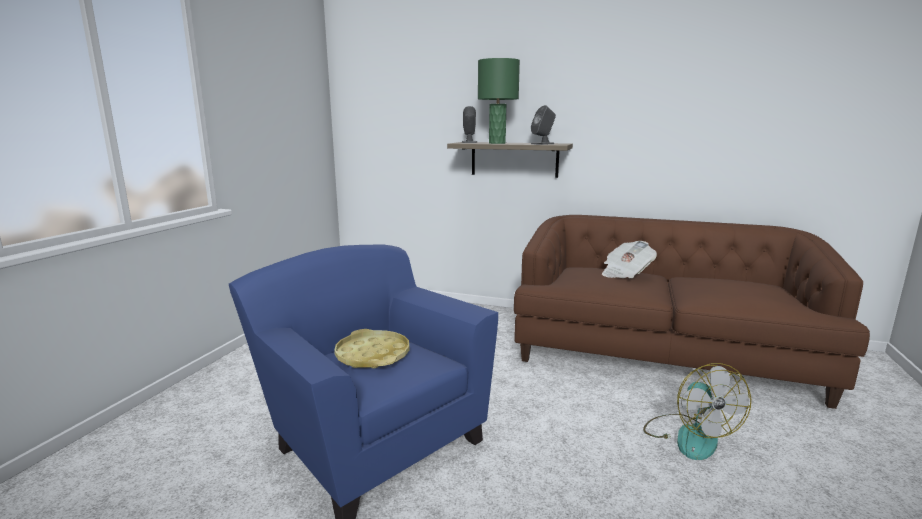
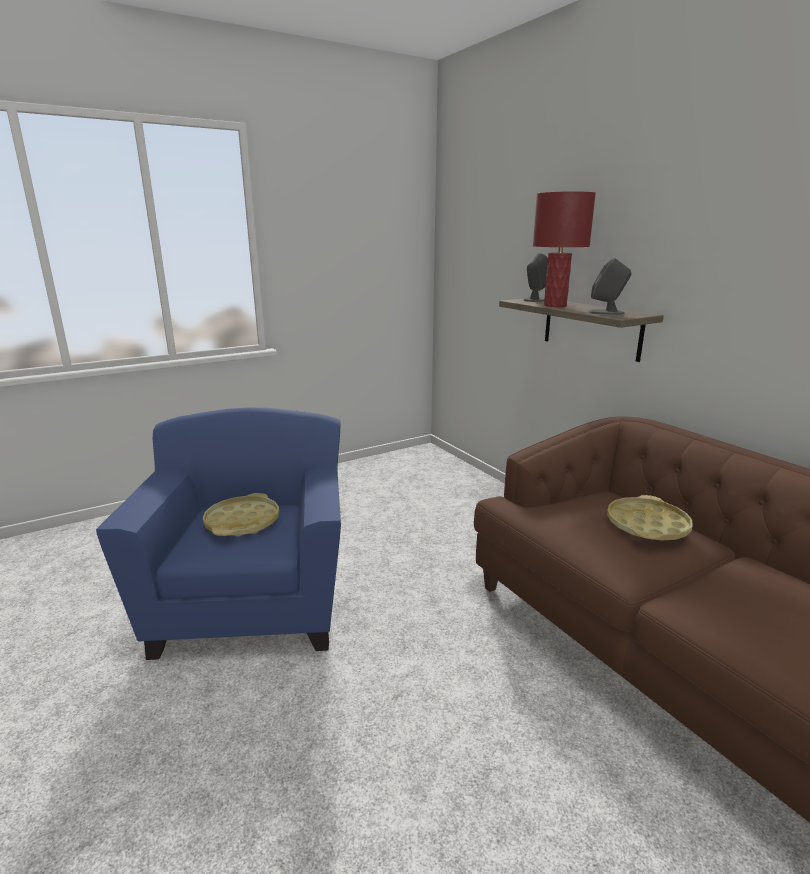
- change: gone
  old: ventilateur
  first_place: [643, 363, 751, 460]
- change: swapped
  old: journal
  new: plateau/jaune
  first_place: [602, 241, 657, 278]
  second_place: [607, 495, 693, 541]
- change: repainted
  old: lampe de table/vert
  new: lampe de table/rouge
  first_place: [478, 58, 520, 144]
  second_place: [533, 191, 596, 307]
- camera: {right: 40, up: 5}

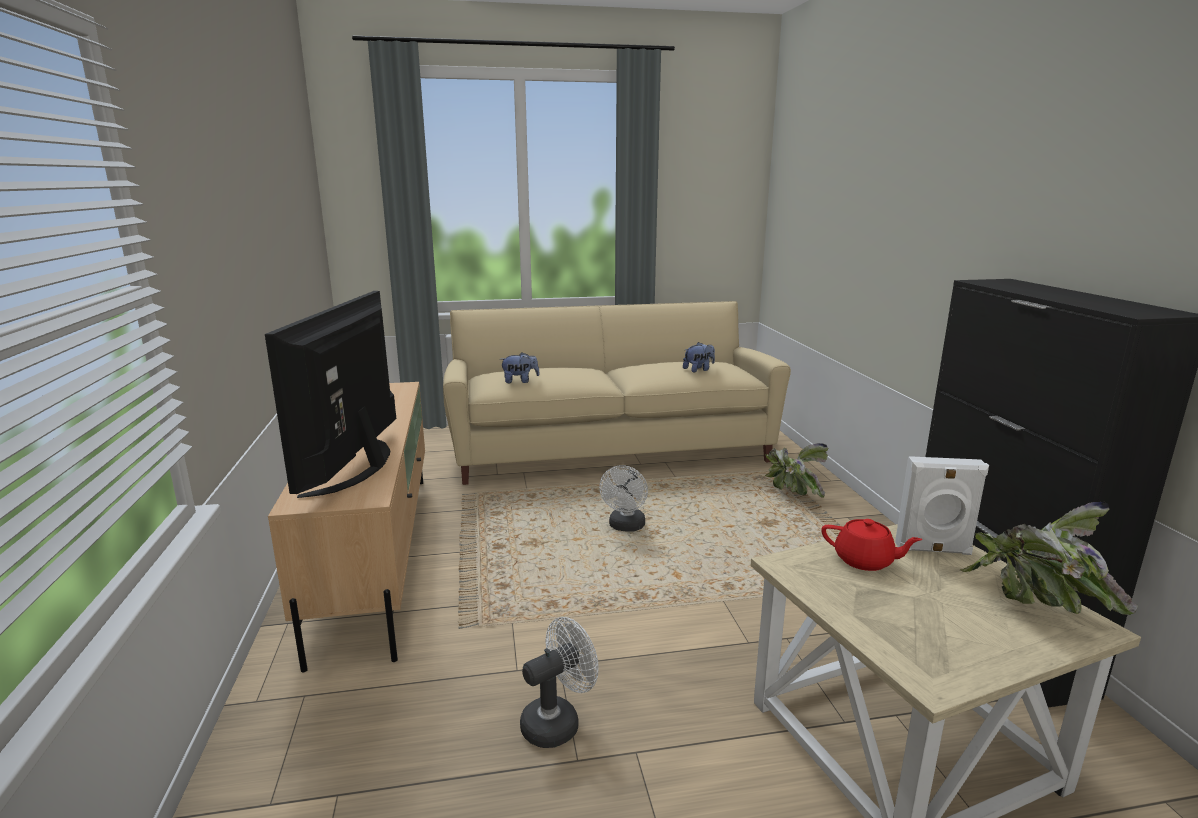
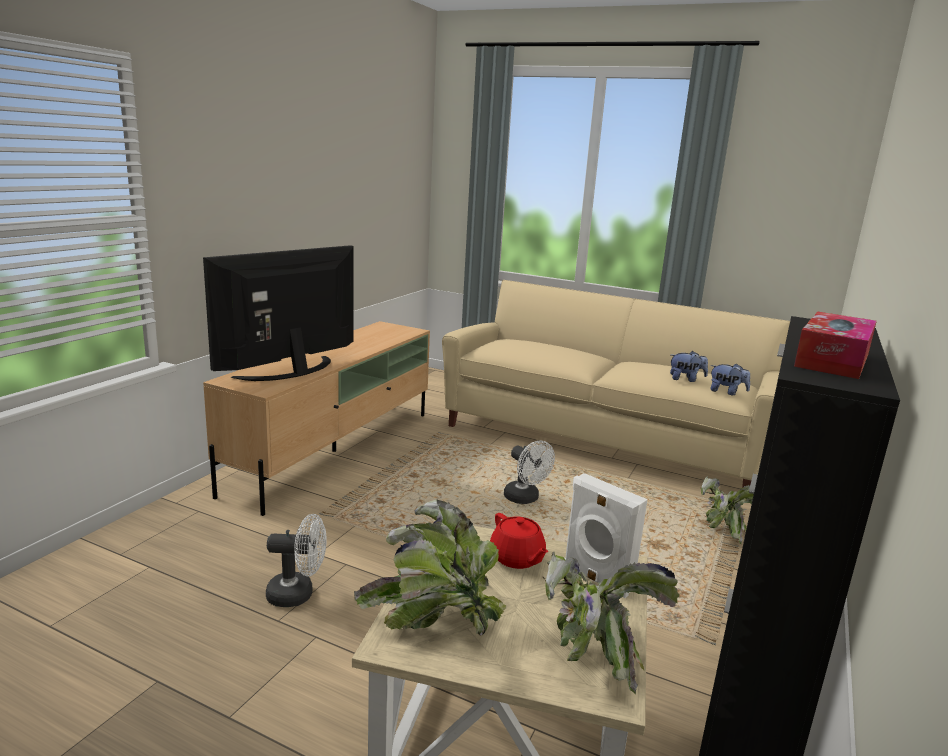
- change: new
  new: plante en pot
  second_place: [354, 499, 506, 635]
- change: new
  new: boîte à mouchoirs
  second_place: [794, 312, 877, 379]
- change: shifted
  old: peluche
  first_place: [500, 352, 540, 383]
  second_place: [710, 363, 750, 395]
- change: rotated
  old: ventilateur/blanc
  first_place: [599, 465, 648, 531]
  second_place: [504, 440, 555, 504]
  degrees: -90
- camera: {right: 35, up: 0}

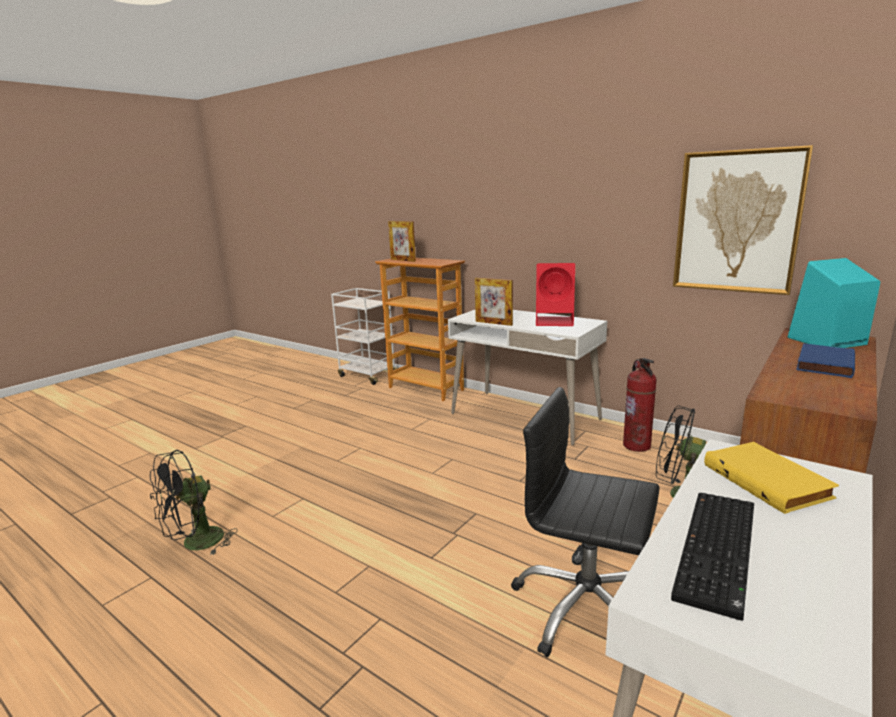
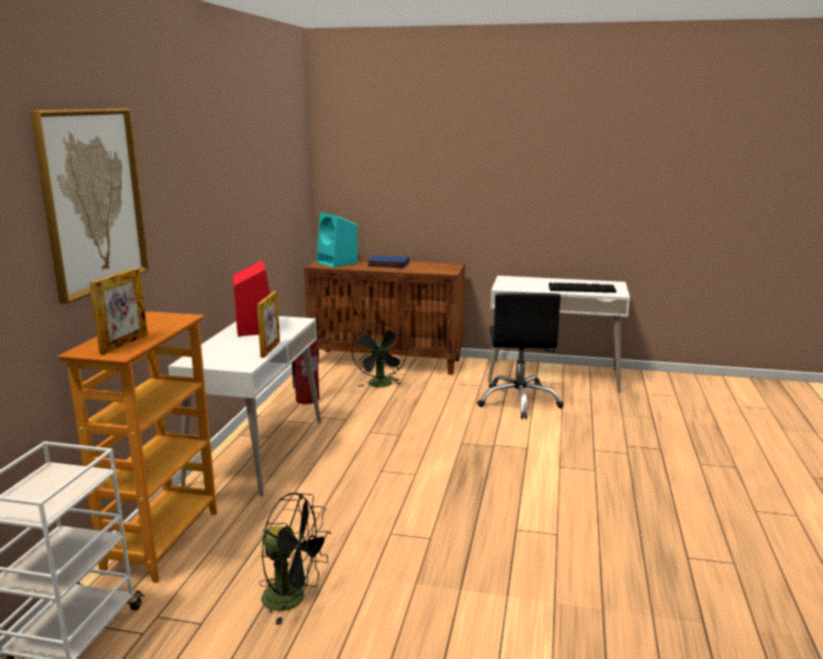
- change: gone
  old: livre/jaune
  first_place: [704, 442, 839, 514]
- change: shifted
  old: ventilateur/noir
  first_place: [150, 450, 237, 555]
  second_place: [259, 493, 331, 625]
- change: shifted
  old: tableau
  first_place: [673, 145, 813, 295]
  second_place: [30, 108, 149, 304]
- camera: {right: -115, up: 0}

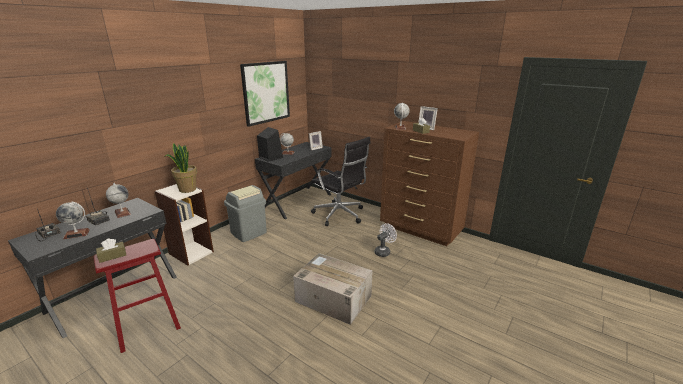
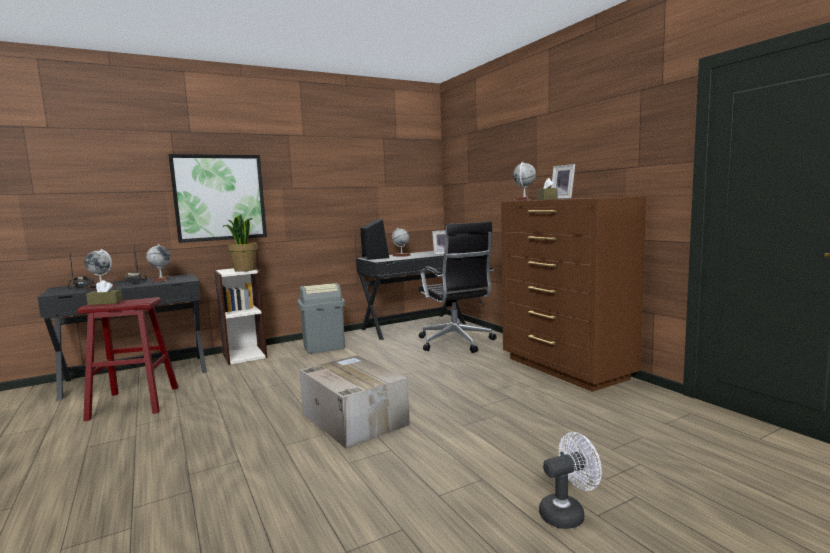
- change: shifted
  old: tableau
  first_place: [240, 61, 290, 127]
  second_place: [168, 154, 267, 243]
- change: shifted
  old: ventilateur/blanc
  first_place: [375, 223, 397, 257]
  second_place: [539, 432, 602, 529]
- camera: {right: 25, up: -15}

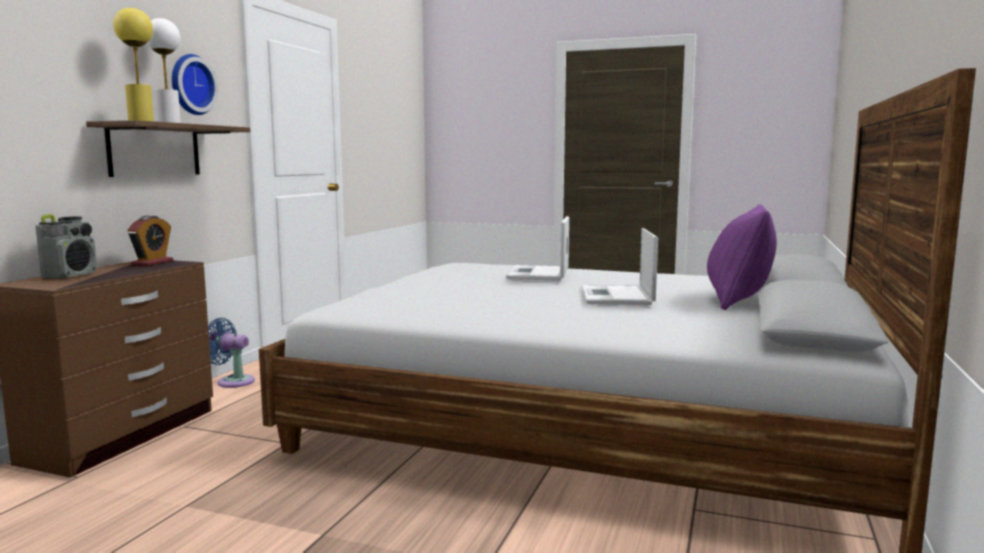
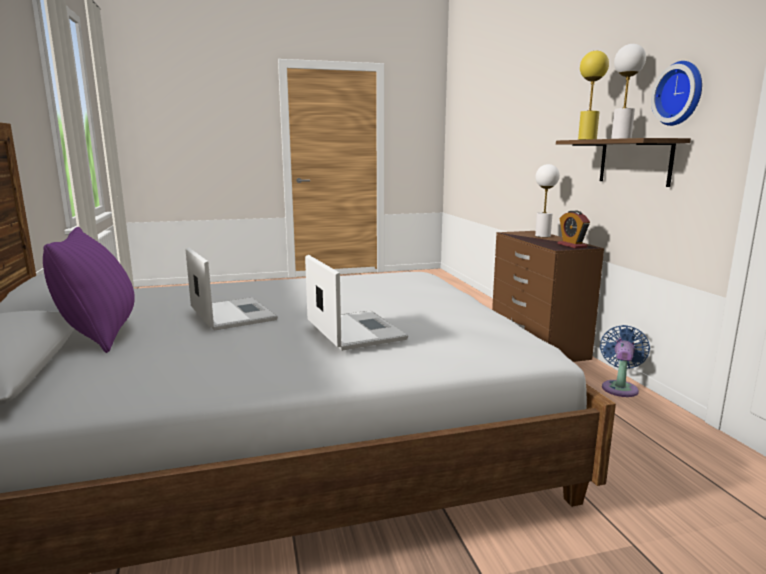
- change: swapped
  old: radio
  new: lampe de table/blanc
  first_place: [35, 214, 97, 279]
  second_place: [535, 164, 560, 237]
- change: rotated
  old: ventilateur/bleu
  first_place: [208, 318, 255, 388]
  second_place: [600, 325, 650, 397]
  degrees: -45
- camera: {right: 145, up: 5}

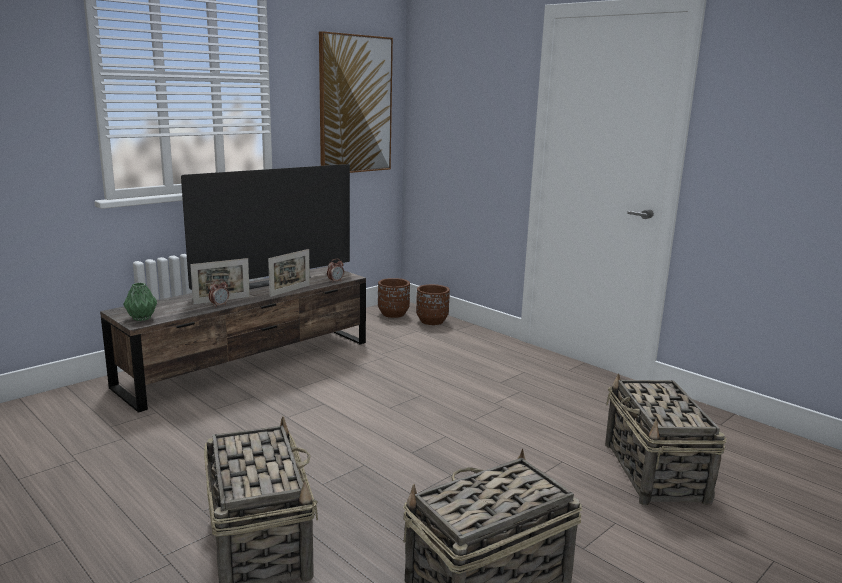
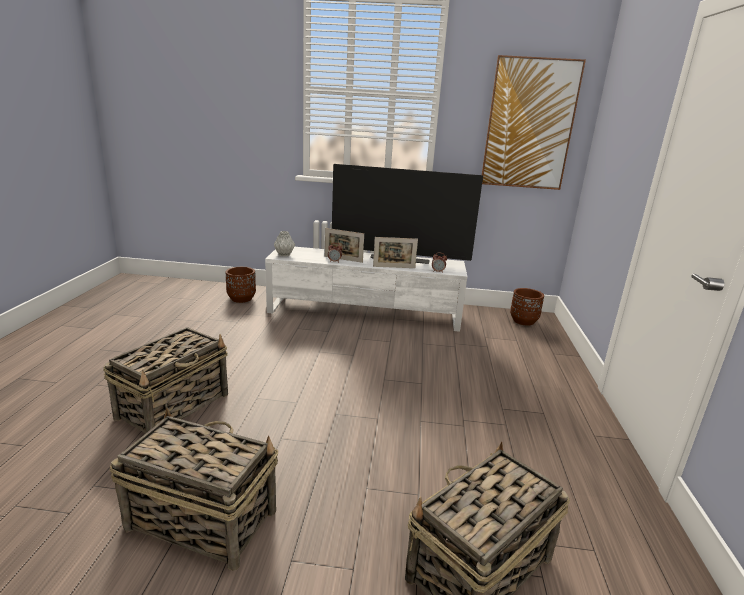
- change: shifted
  old: cache-pot/marron
  first_place: [416, 284, 450, 325]
  second_place: [226, 267, 256, 303]
- change: repainted
  old: meuble télé/marron
  new: meuble télé/blanc
  first_place: [100, 266, 366, 413]
  second_place: [265, 247, 467, 332]
- change: repainted
  old: vase/vert
  new: vase/gris
  first_place: [123, 283, 157, 321]
  second_place: [274, 231, 295, 256]
- camera: {right: 50, up: 5}

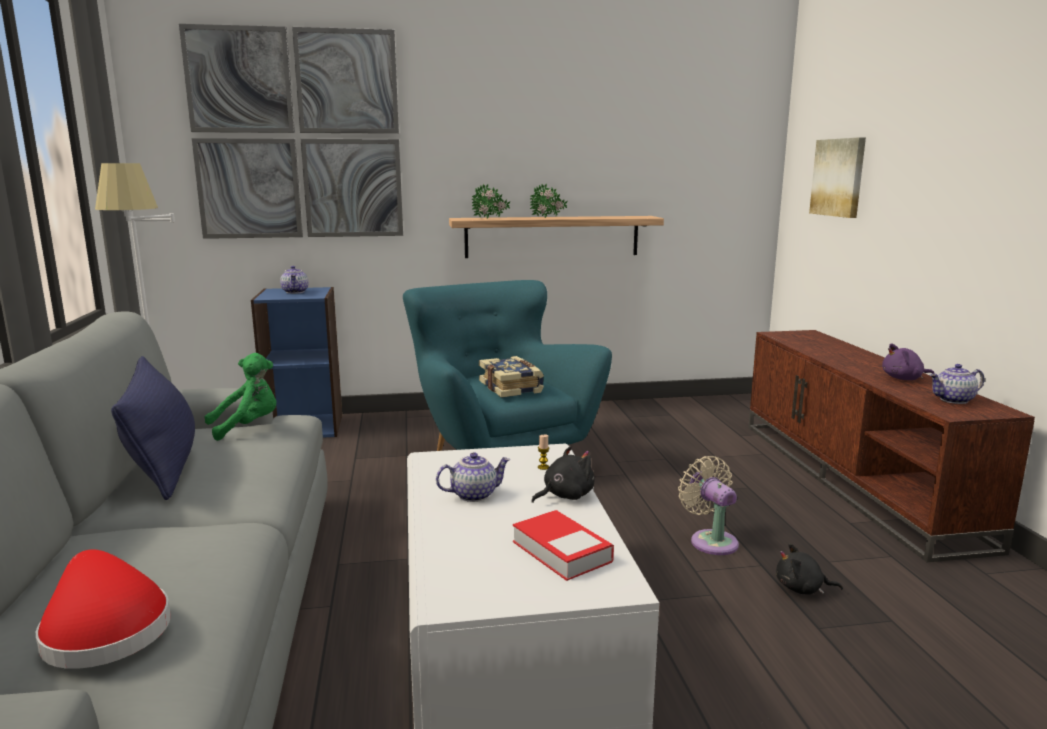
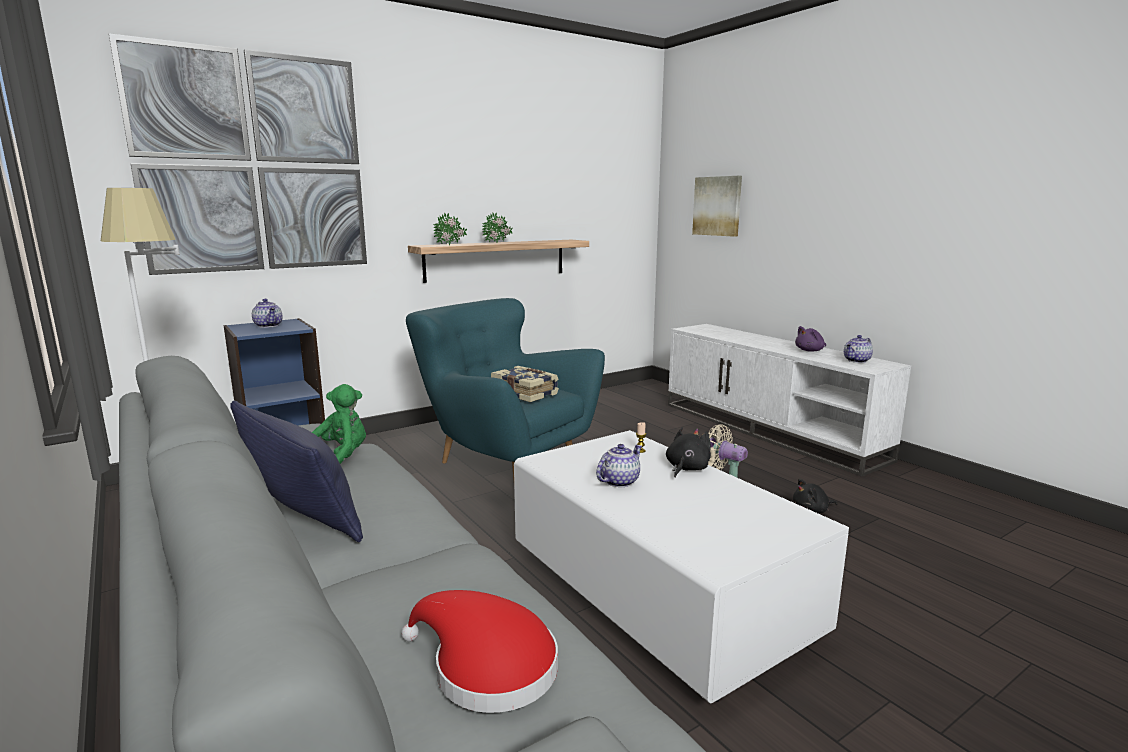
- change: gone
  old: livre
  first_place: [513, 510, 614, 581]
- change: repainted
  old: meuble télé/marron
  new: meuble télé/blanc
  first_place: [748, 330, 1035, 562]
  second_place: [668, 324, 911, 477]
- camera: {right: -25, up: 0}

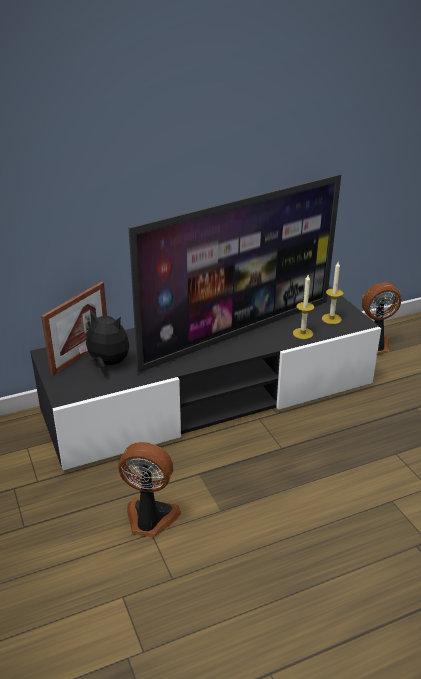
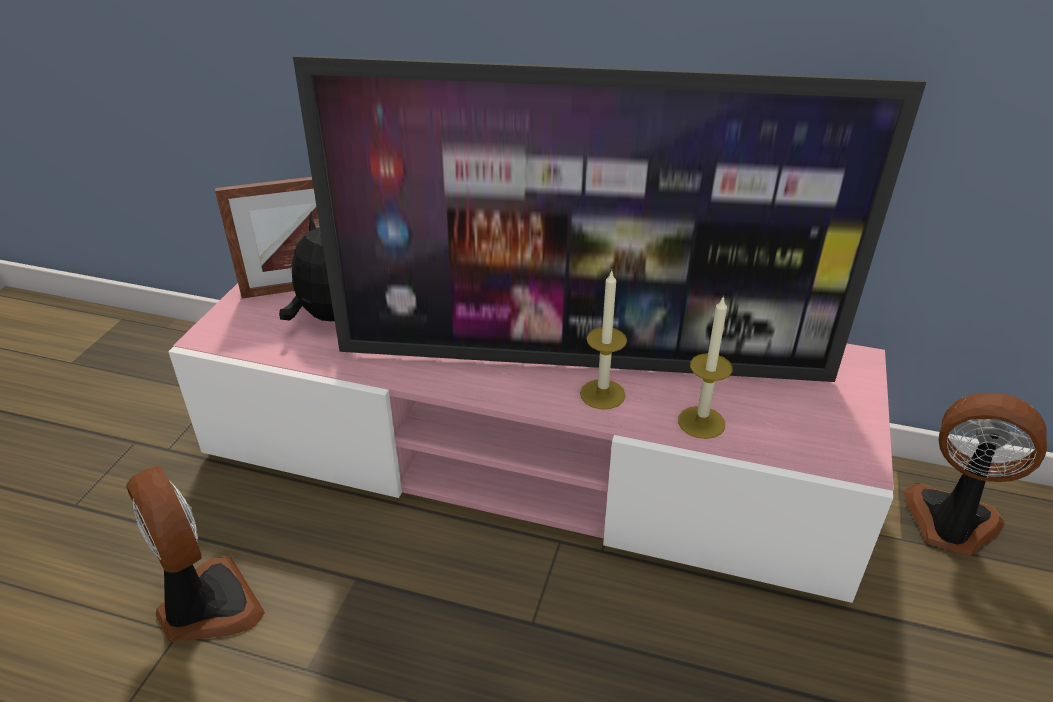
- change: shifted
  old: bougie
  first_place: [322, 262, 343, 324]
  second_place: [580, 271, 627, 410]
- change: repainted
  old: meuble télé/noir
  new: meuble télé/rose
  first_place: [30, 286, 381, 470]
  second_place: [168, 283, 894, 603]
- camera: {right: 40, up: 5}

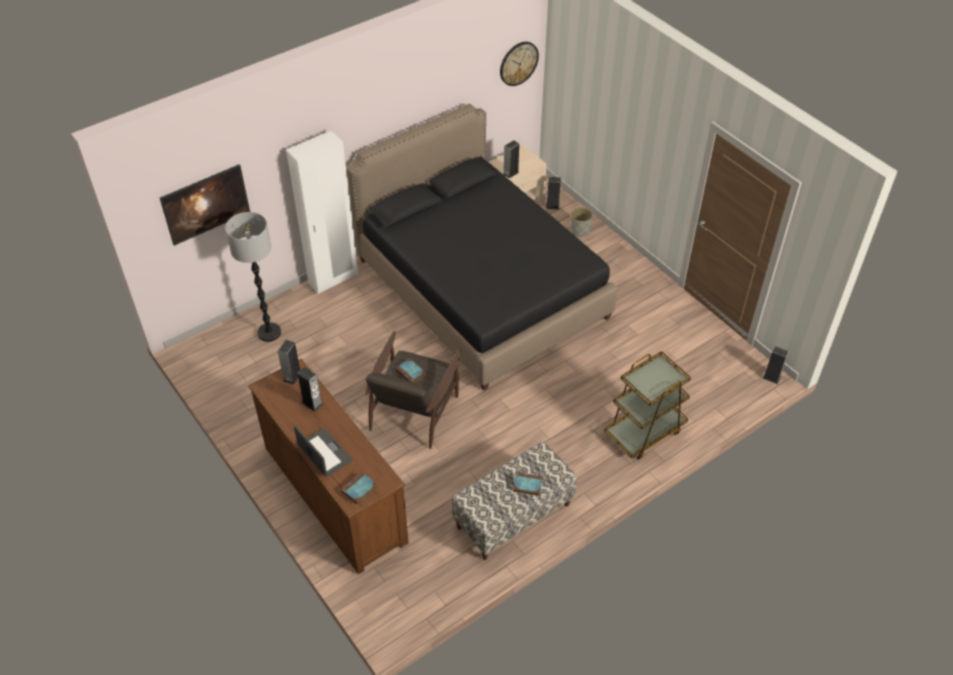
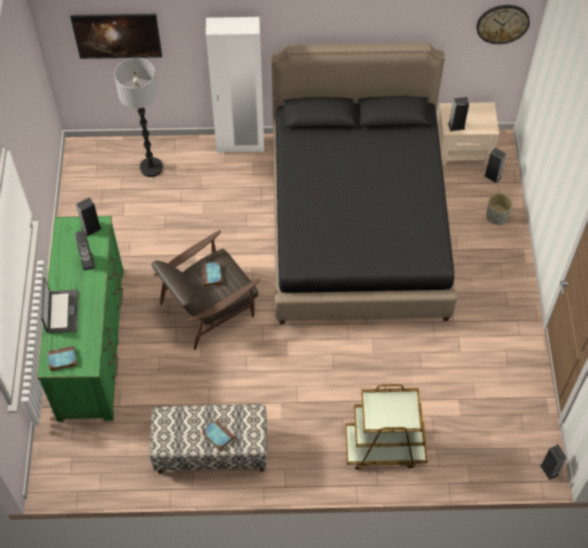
- change: repainted
  old: commode/marron
  new: commode/vert
  first_place: [248, 358, 409, 574]
  second_place: [37, 216, 123, 422]
- camera: {right: 35, up: 10}

